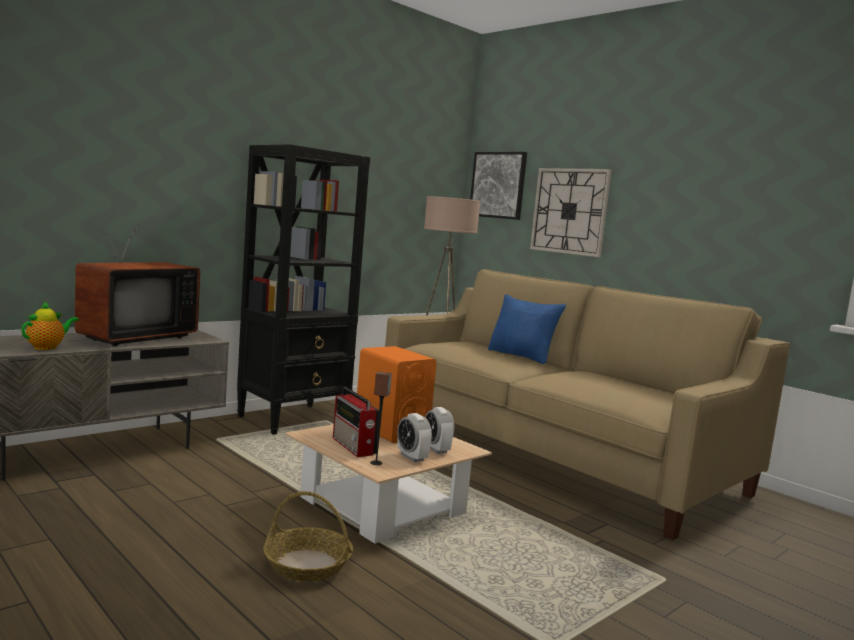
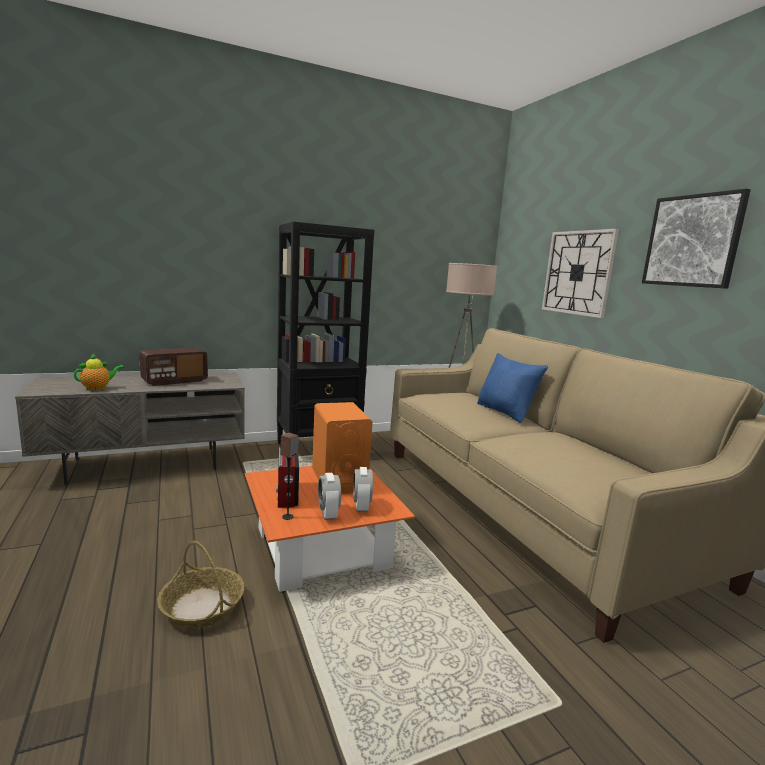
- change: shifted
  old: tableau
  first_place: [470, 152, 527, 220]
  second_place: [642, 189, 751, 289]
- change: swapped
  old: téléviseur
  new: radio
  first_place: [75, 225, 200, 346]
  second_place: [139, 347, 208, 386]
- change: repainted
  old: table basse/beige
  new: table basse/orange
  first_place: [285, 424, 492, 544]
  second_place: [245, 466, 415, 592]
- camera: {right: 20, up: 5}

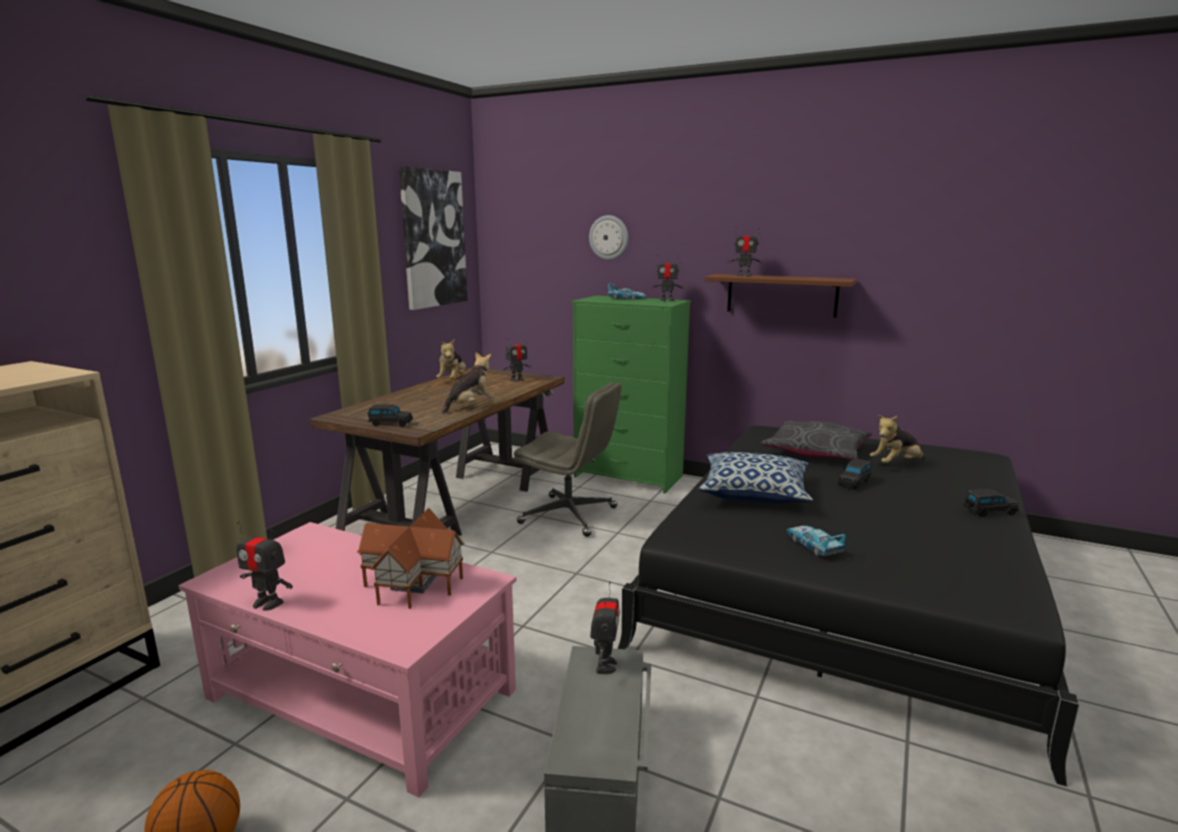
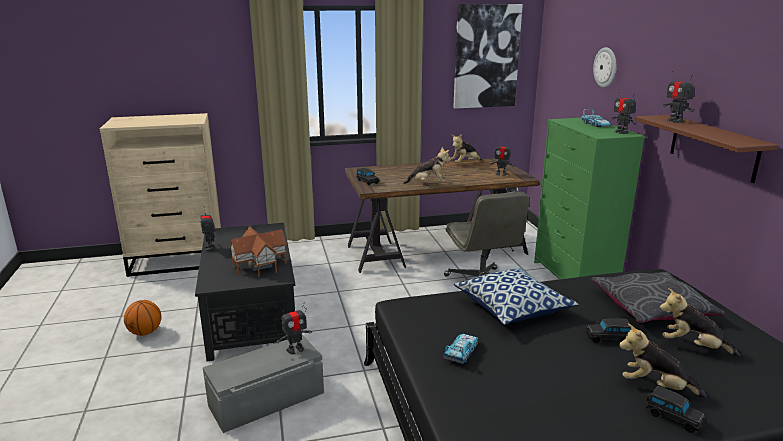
- change: new
  new: peluche
  second_place: [619, 323, 707, 398]
- change: repainted
  old: table basse/rose
  new: table basse/noir
  first_place: [178, 522, 516, 797]
  second_place: [195, 223, 295, 362]
- camera: {right: 50, up: 5}

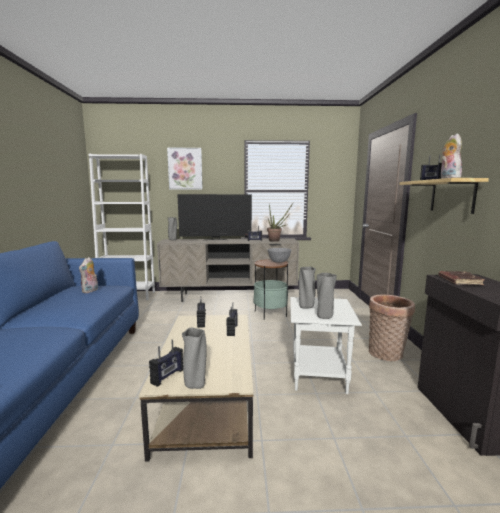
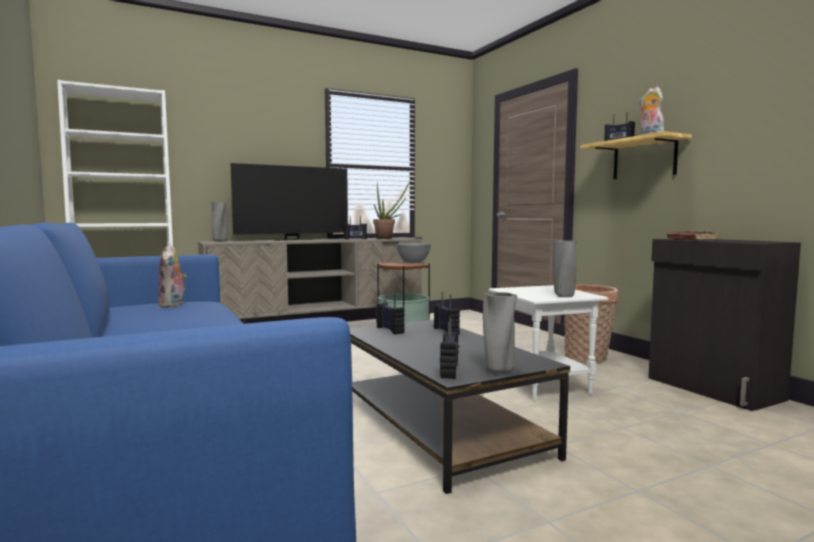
- change: gone
  old: tableau
  first_place: [167, 148, 203, 190]
- change: gone
  old: vase/gris
  first_place: [299, 267, 316, 308]
- change: repainted
  old: table basse/beige
  new: table basse/noir
  first_place: [139, 315, 253, 462]
  second_place: [349, 320, 570, 494]
- camera: {right: -25, up: -5}

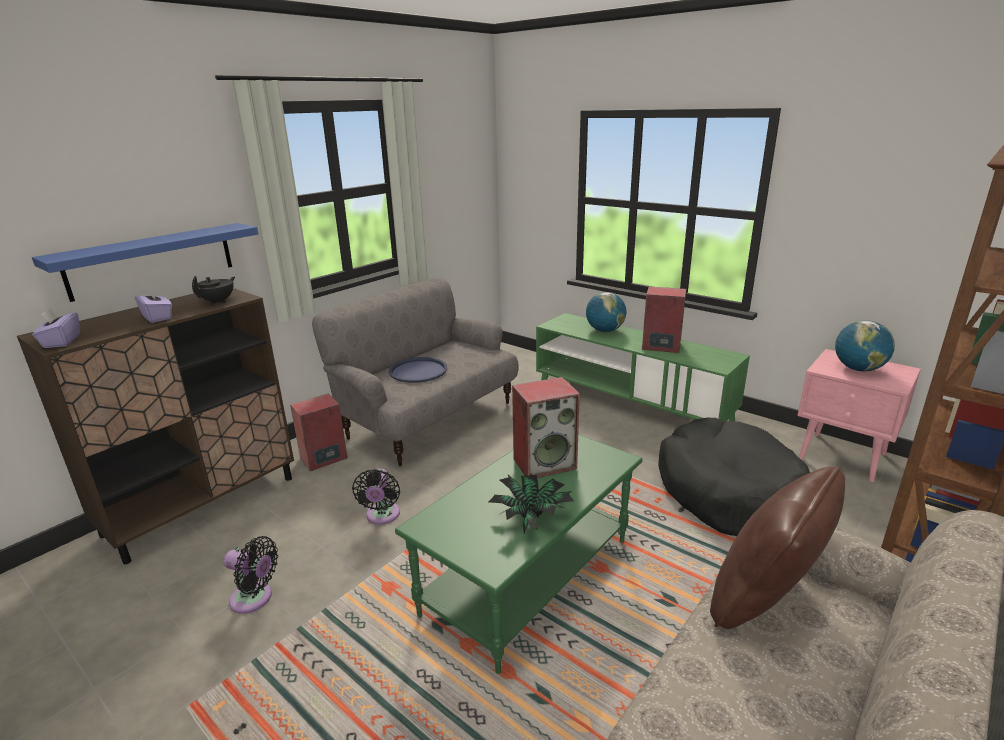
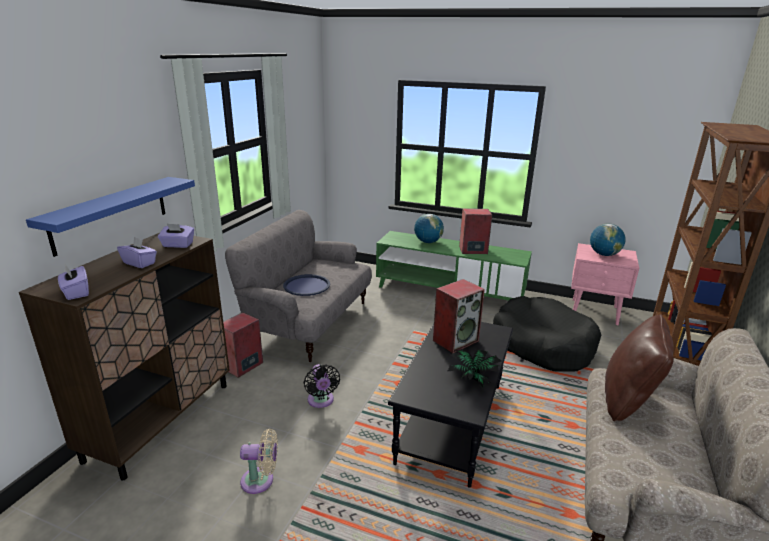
- change: swapped
  old: théière/noir
  new: boîte à mouchoirs/violet
  first_place: [192, 276, 235, 304]
  second_place: [158, 224, 194, 248]
- change: repainted
  old: ventilateur/noir
  new: ventilateur/beige
  first_place: [223, 536, 278, 614]
  second_place: [240, 429, 278, 494]
- change: repainted
  old: table basse/vert
  new: table basse/noir
  first_place: [395, 434, 643, 674]
  second_place: [388, 322, 513, 488]
- camera: {right: -20, up: 0}

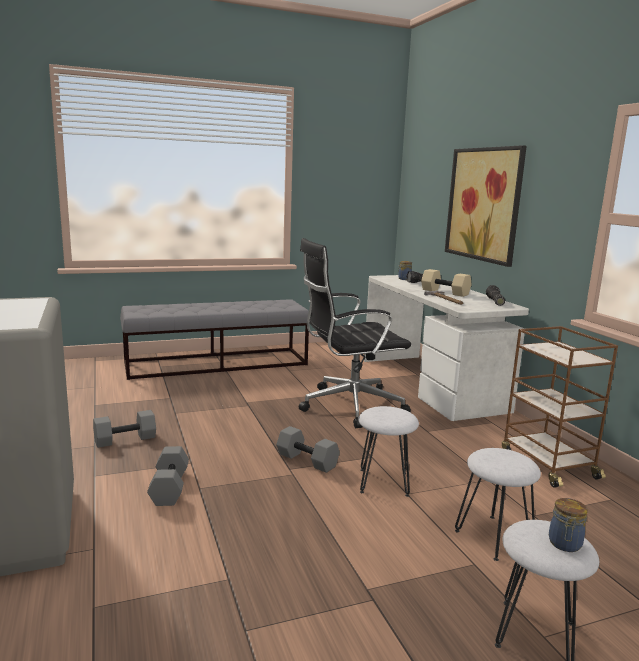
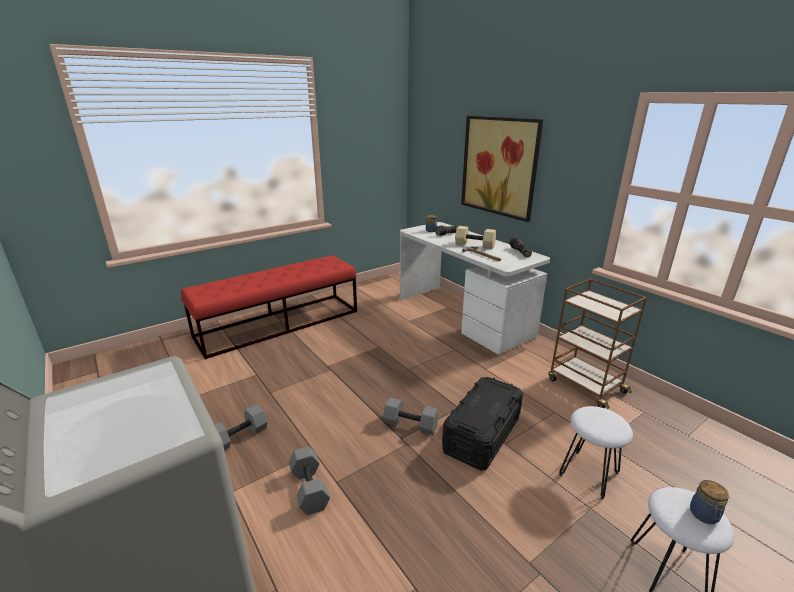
- change: gone
  old: chaise de bureau/noir
  first_place: [299, 238, 411, 428]
- change: swapped
  old: tabouret/blanc
  new: boîte de rangement/noir
  first_place: [358, 406, 419, 497]
  second_place: [442, 377, 523, 471]
- change: repainted
  old: banc/gris
  new: banc/rouge
  first_place: [120, 299, 309, 380]
  second_place: [181, 255, 357, 359]
- camera: {right: -15, up: 10}

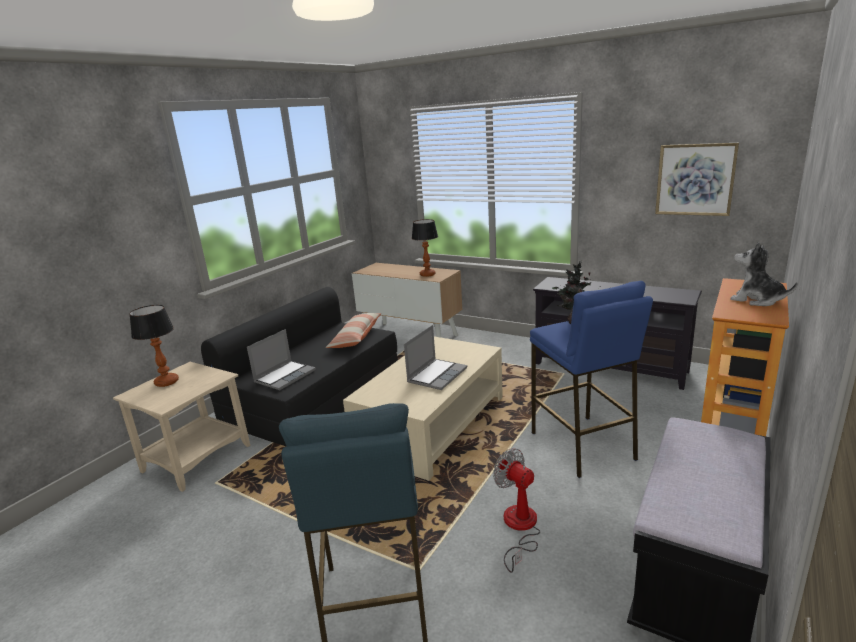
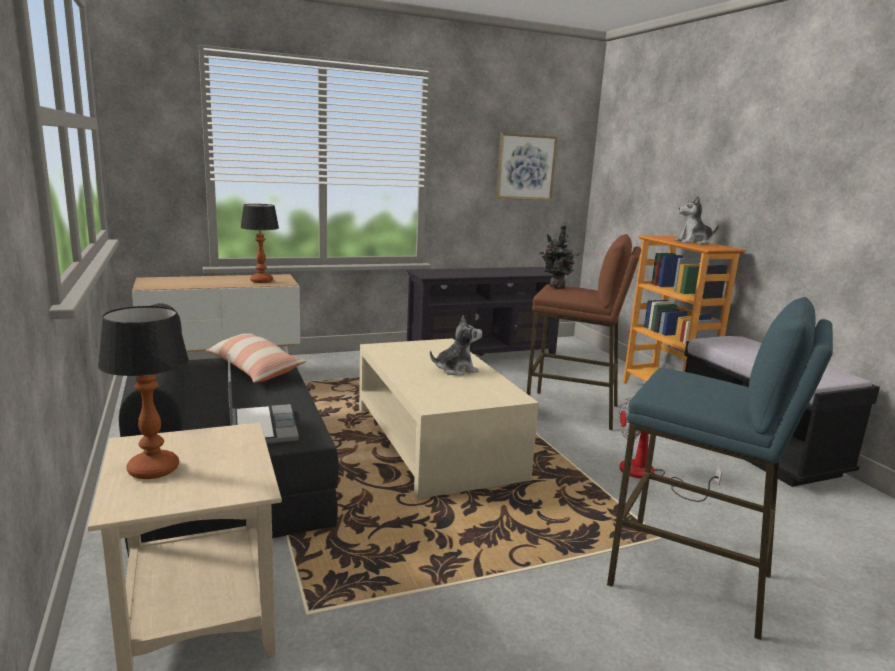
- change: swapped
  old: ordinateur portable
  new: peluche
  first_place: [404, 325, 467, 390]
  second_place: [430, 316, 482, 376]
- change: repainted
  old: tabouret/bleu
  new: tabouret/marron
  first_place: [530, 281, 653, 478]
  second_place: [527, 234, 641, 430]
- camera: {right: -55, up: -5}

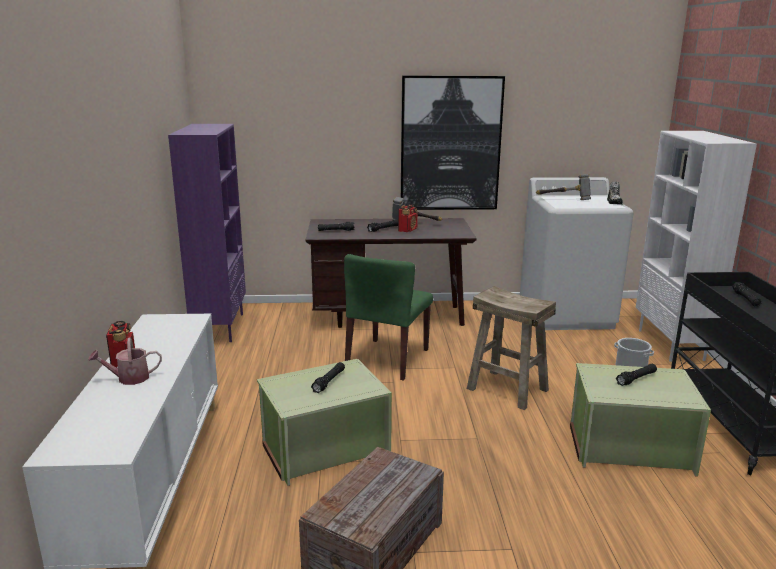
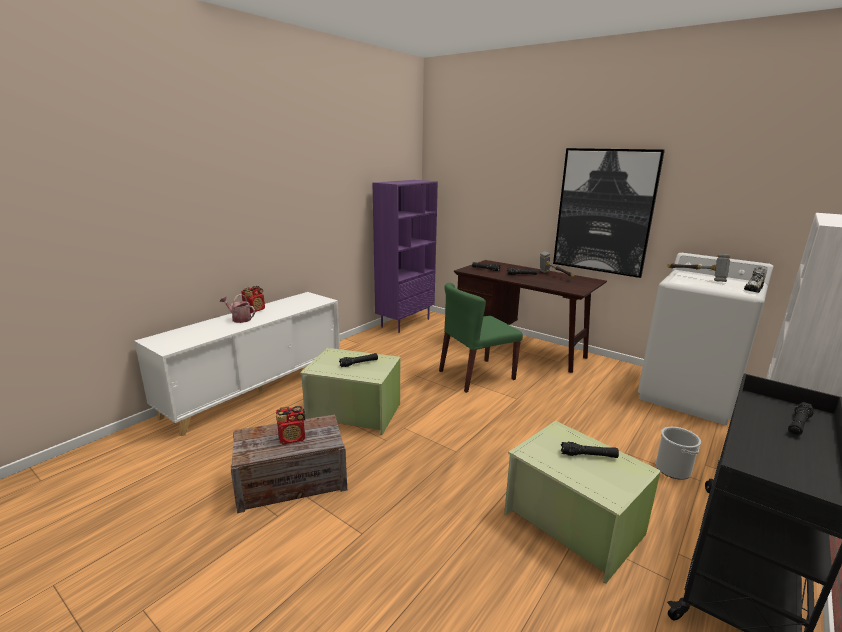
- change: gone
  old: tabouret/beige
  first_place: [467, 286, 556, 410]
- change: shifted
  old: radio
  first_place: [398, 205, 418, 232]
  second_place: [276, 406, 305, 445]
- camera: {right: 40, up: 0}

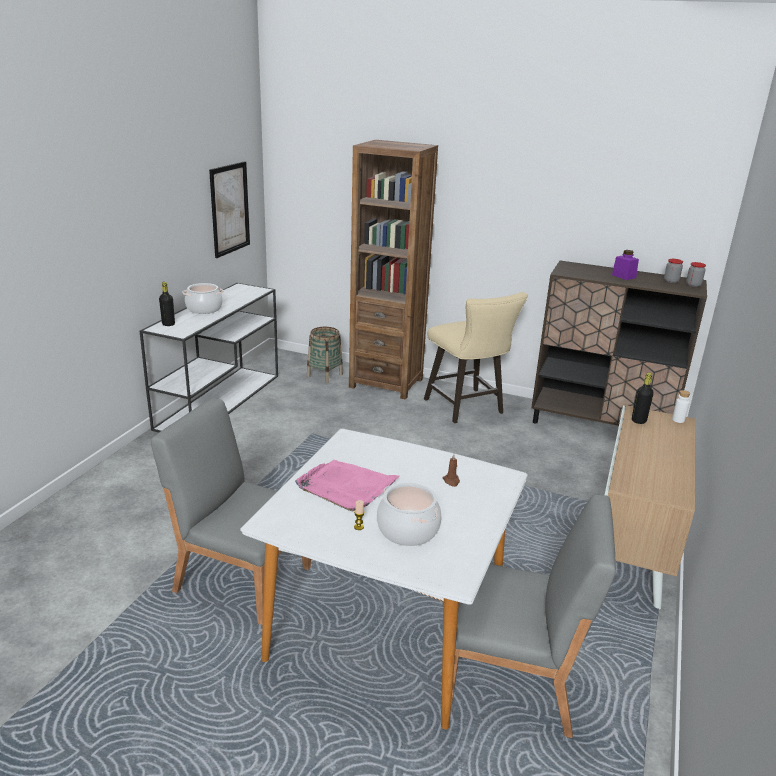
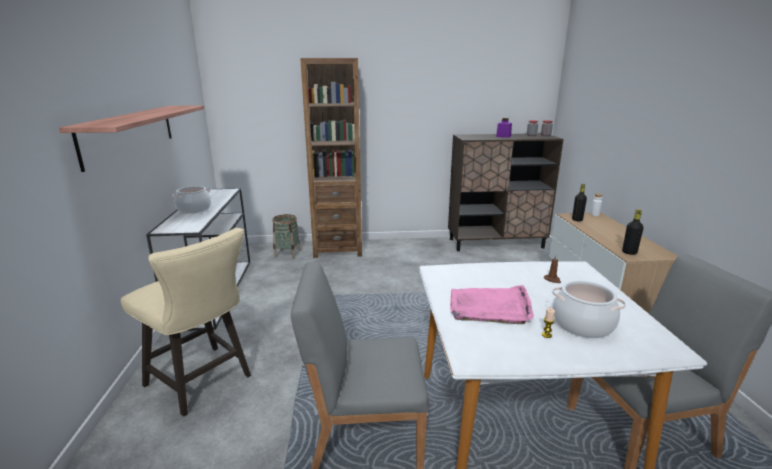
- change: gone
  old: tableau
  first_place: [209, 161, 250, 258]
- change: new
  new: étagère
  second_place: [59, 105, 205, 172]
- change: shifted
  old: bouteille/noir
  first_place: [159, 282, 175, 326]
  second_place: [622, 209, 644, 255]
- change: shifted
  old: tabouret/beige
  first_place: [424, 292, 528, 423]
  second_place: [121, 228, 251, 416]
- camera: {right: -25, up: -5}

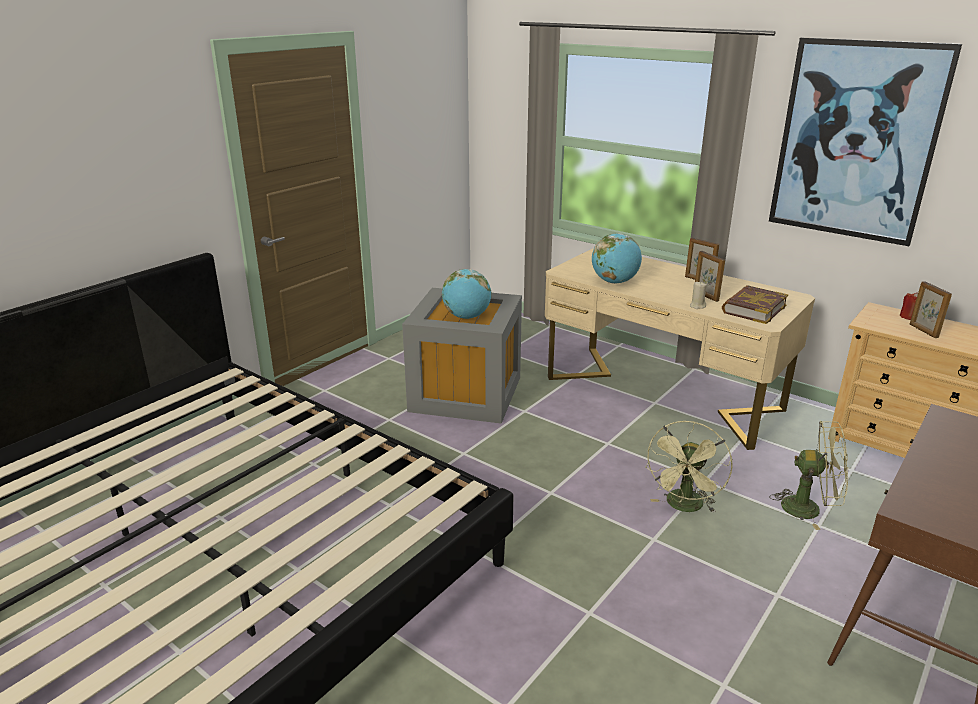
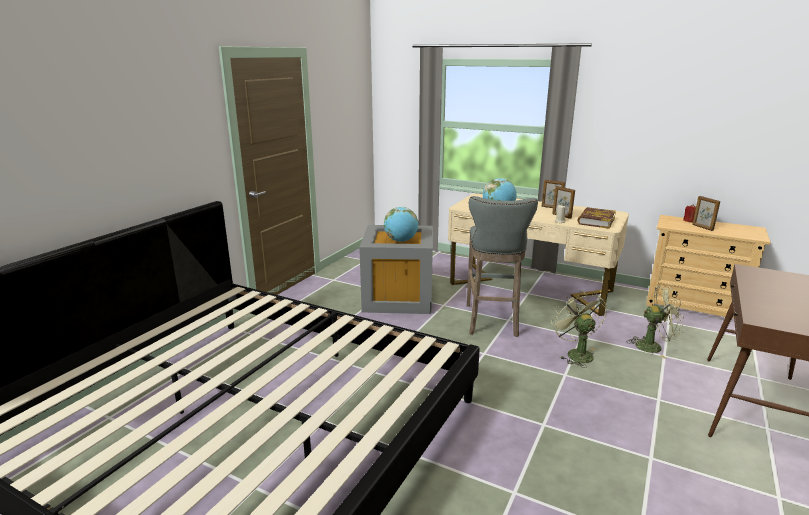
- change: gone
  old: tableau
  first_place: [769, 38, 962, 246]
- change: new
  new: tabouret/gris
  second_place: [467, 196, 538, 337]
- change: rotated
  old: ventilateur/vert
  first_place: [645, 421, 733, 513]
  second_place: [551, 290, 607, 368]
  degrees: 150
- camera: {right: -10, up: -5}

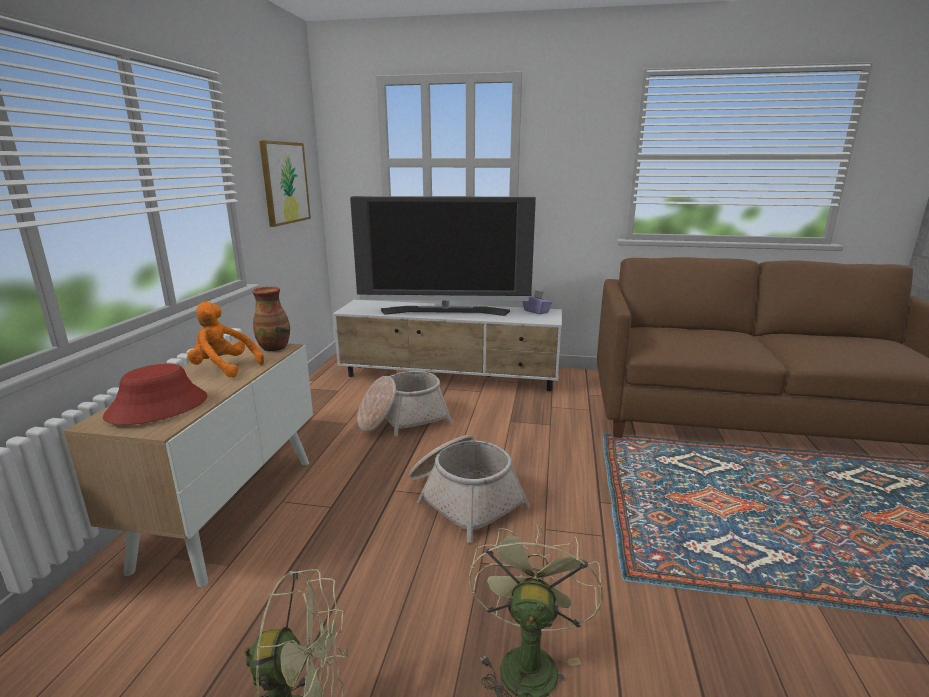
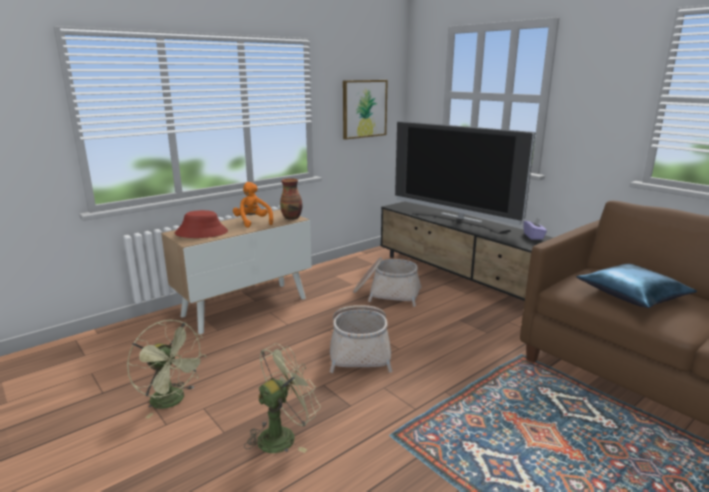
- change: new
  new: coussin/bleu
  second_place: [576, 264, 697, 308]
- change: repainted
  old: meuble télé/blanc
  new: meuble télé/noir
  first_place: [333, 300, 562, 391]
  second_place: [380, 201, 553, 301]
- camera: {right: 40, up: 0}

